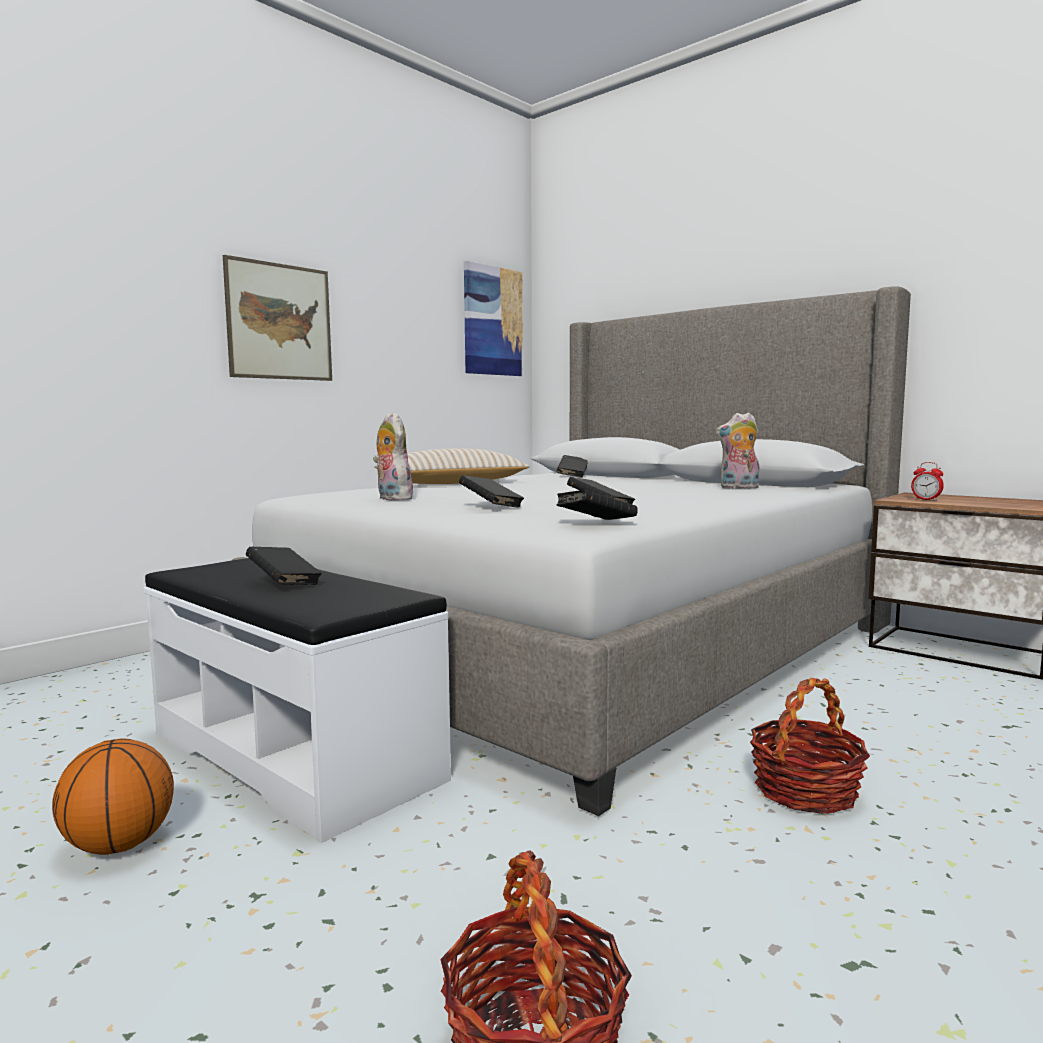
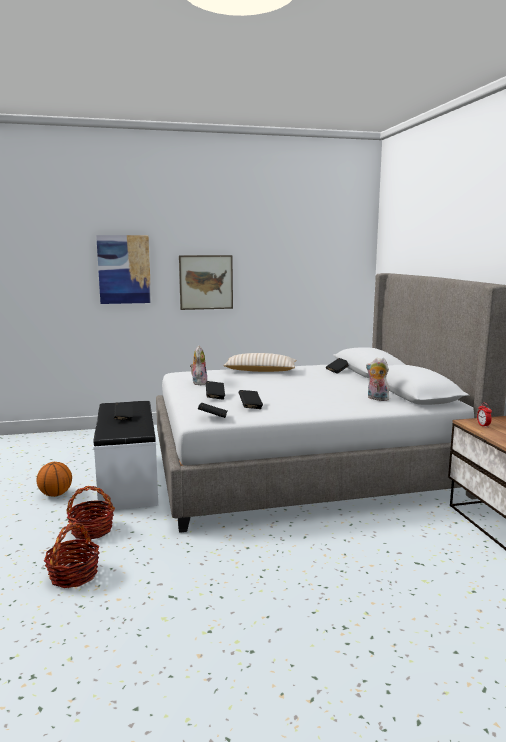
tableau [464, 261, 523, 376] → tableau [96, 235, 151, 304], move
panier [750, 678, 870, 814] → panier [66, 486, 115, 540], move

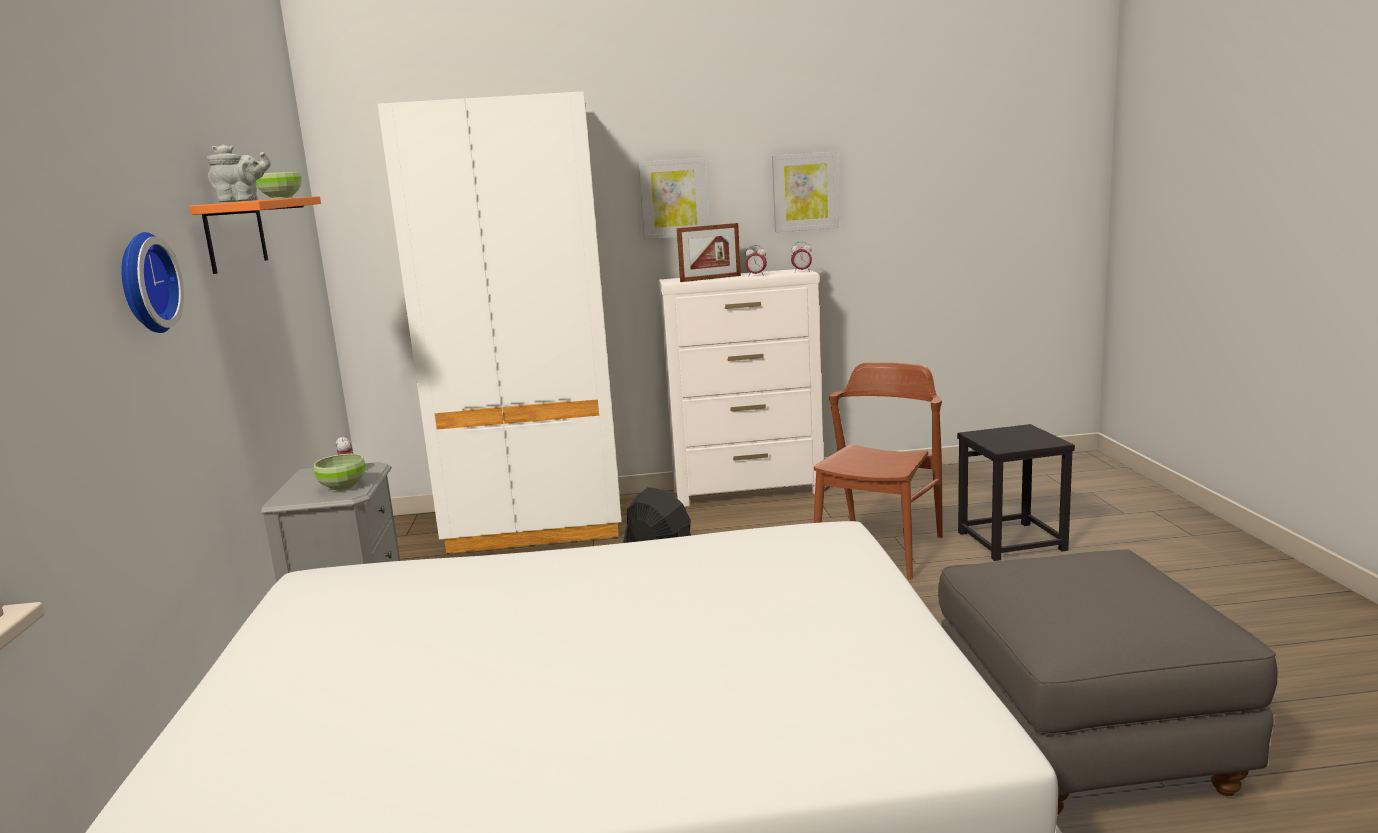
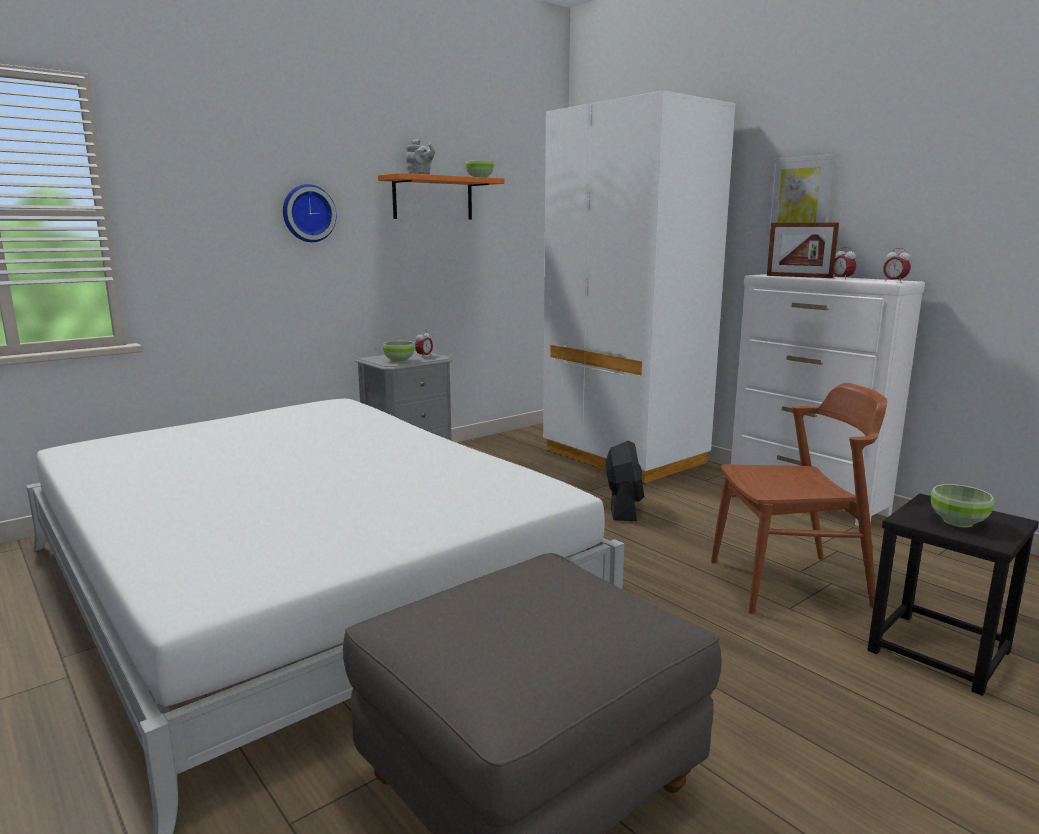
tableau [772, 152, 839, 232] → -
- → bol (vert) [930, 484, 994, 527]

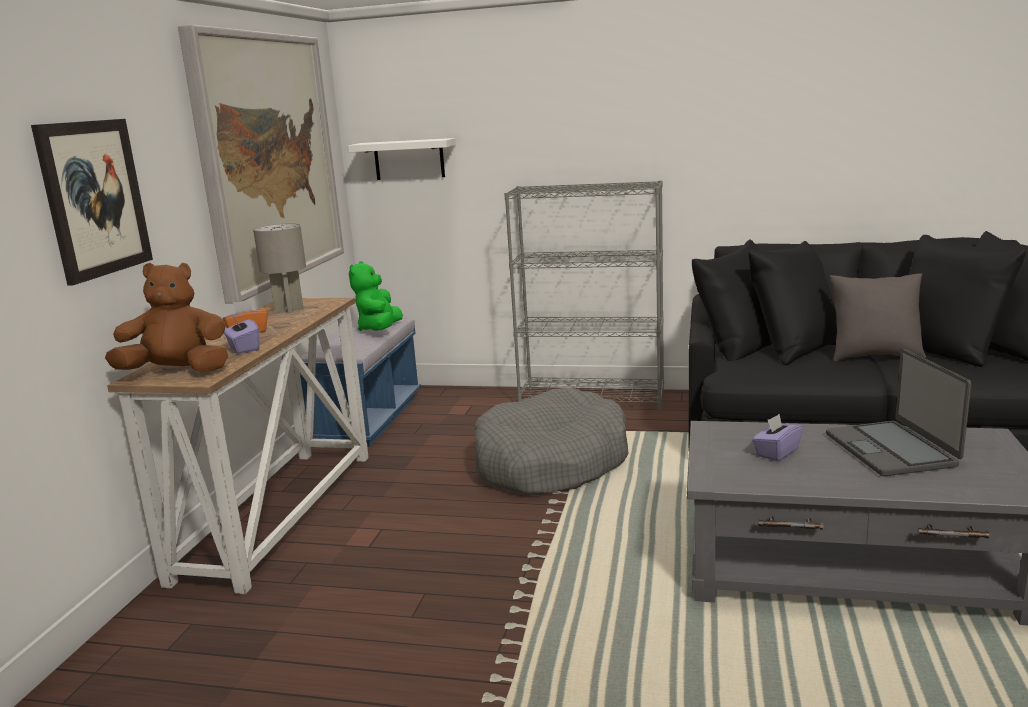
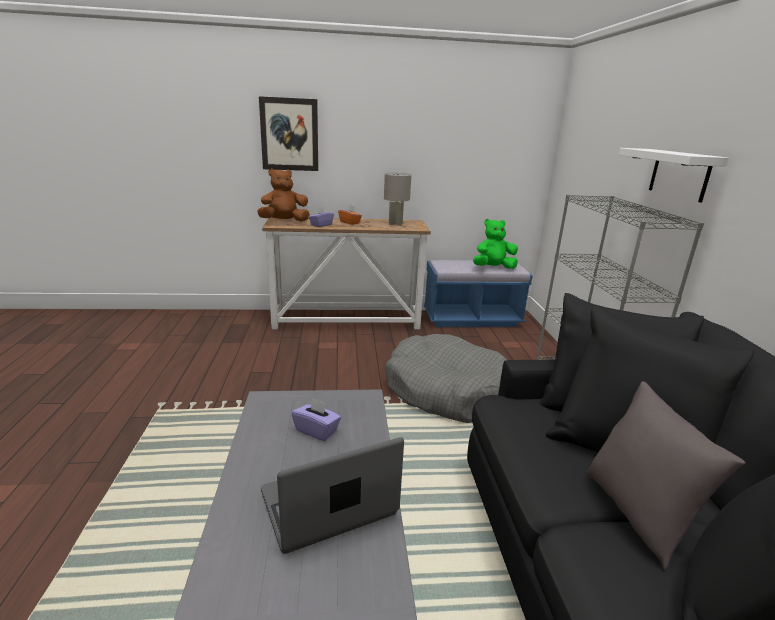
peluche (marron) [105, 263, 228, 372] → peluche (marron) [257, 168, 310, 221], 90 degrees counterclockwise
tableau [178, 25, 344, 303] → -
étagère (blanc) [348, 138, 456, 180] → étagère (blanc) [619, 148, 728, 203], move

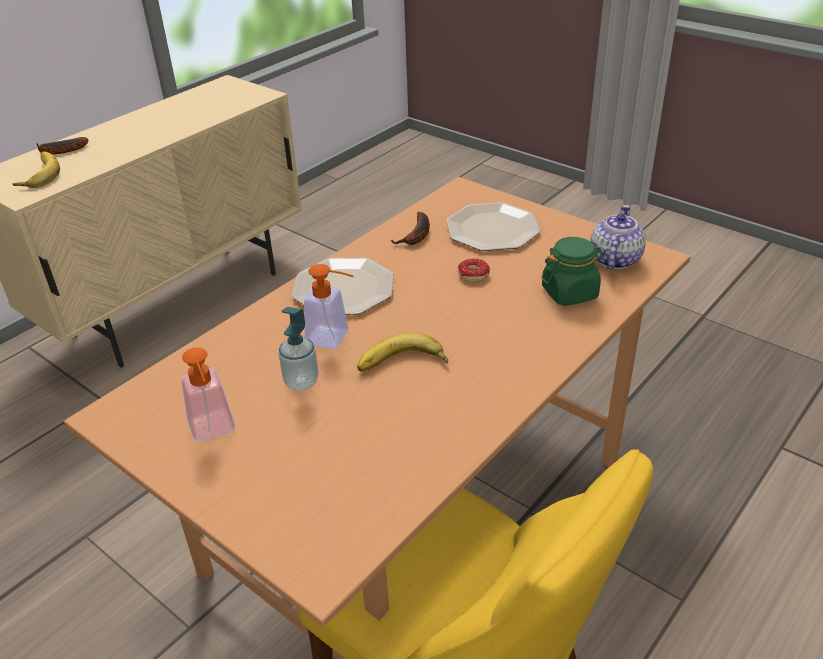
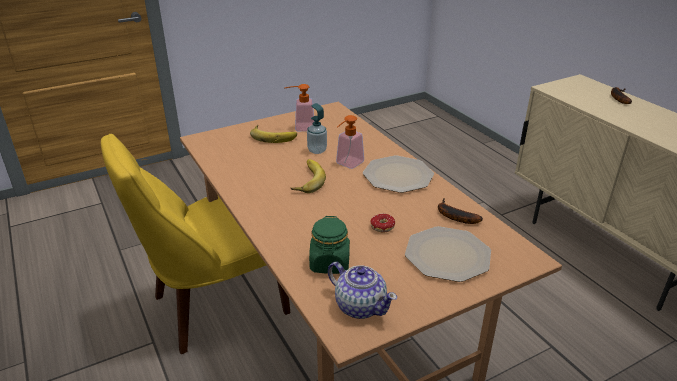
banane [12, 152, 60, 188] → banane [250, 125, 297, 143], move

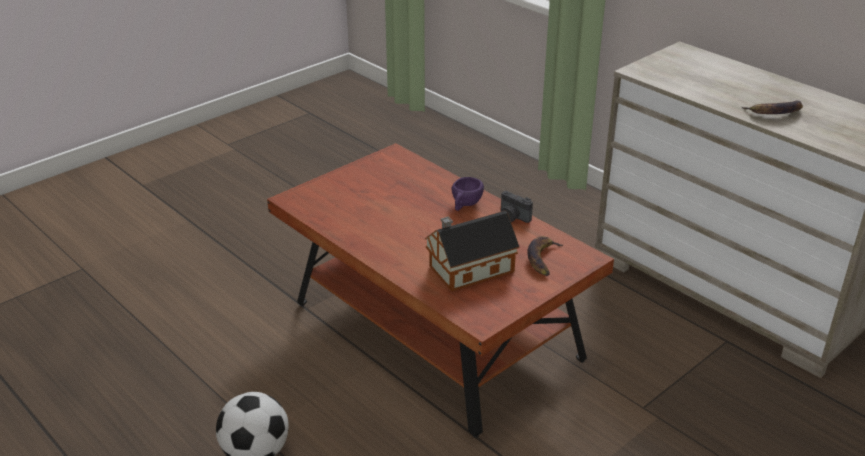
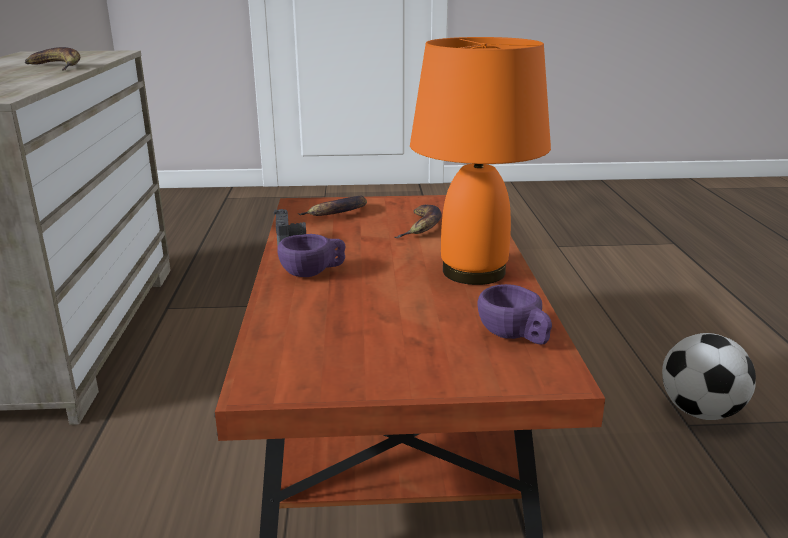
maison miniature [425, 211, 520, 292] → banane [395, 205, 442, 238]
- → lampe de table (orange) [410, 37, 551, 285]
- → tasse (violet) [477, 284, 552, 344]

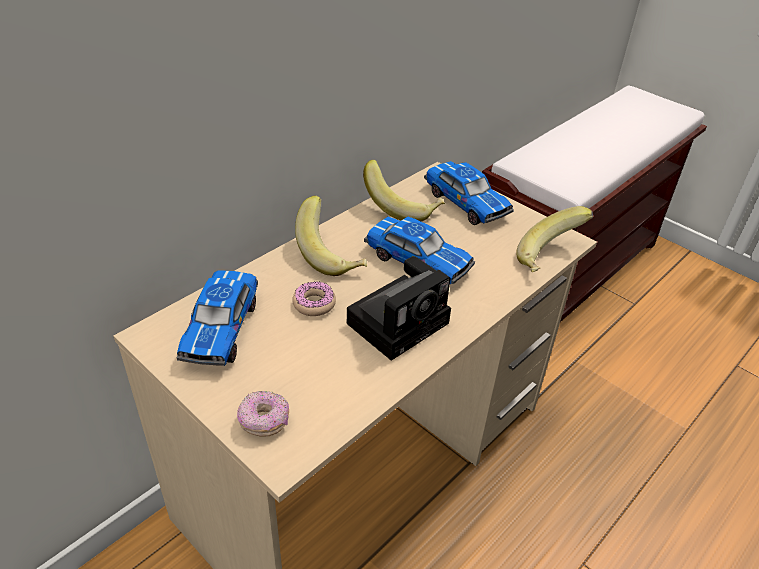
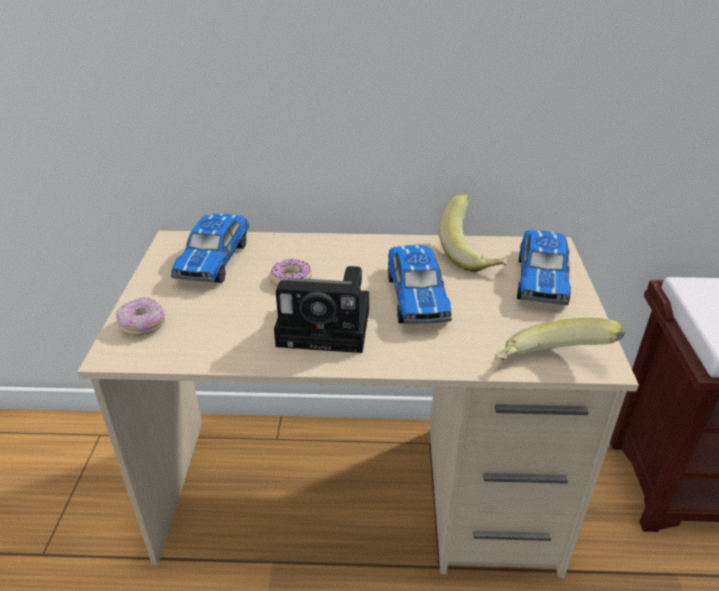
petite voiture [177, 270, 258, 366] → petite voiture [171, 214, 249, 283], 45 degrees counterclockwise
banane [295, 196, 367, 276] → -

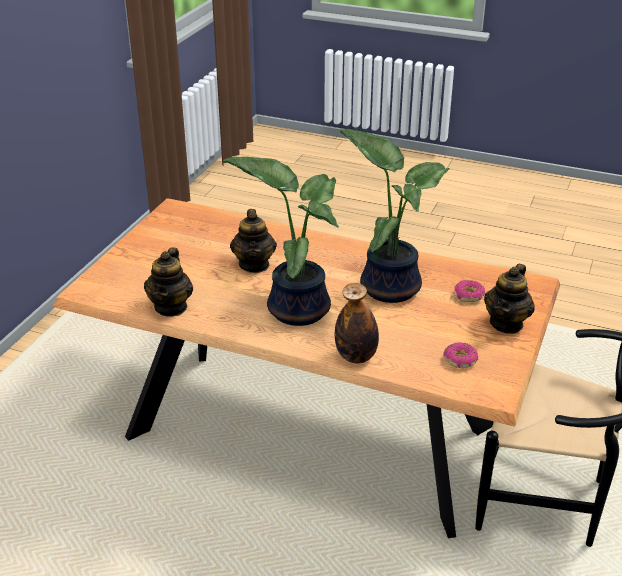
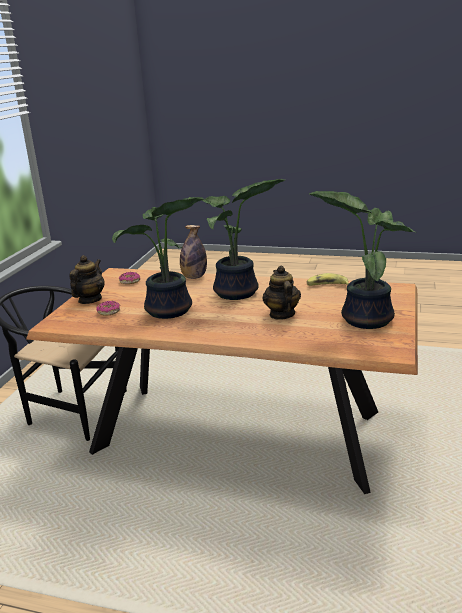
théière [144, 247, 193, 317] → banane [307, 273, 349, 286]
- → plante en pot [309, 191, 415, 329]

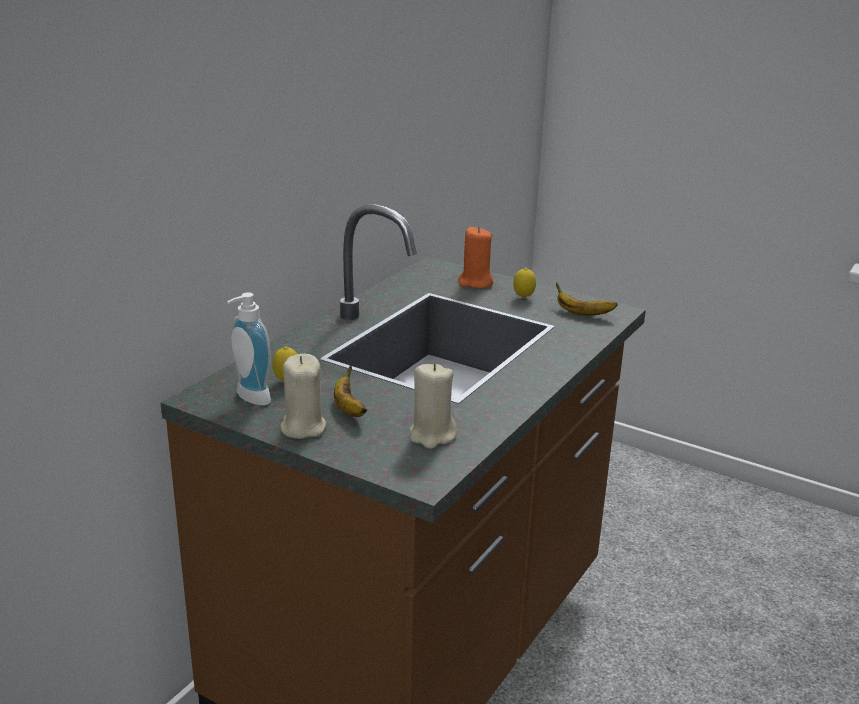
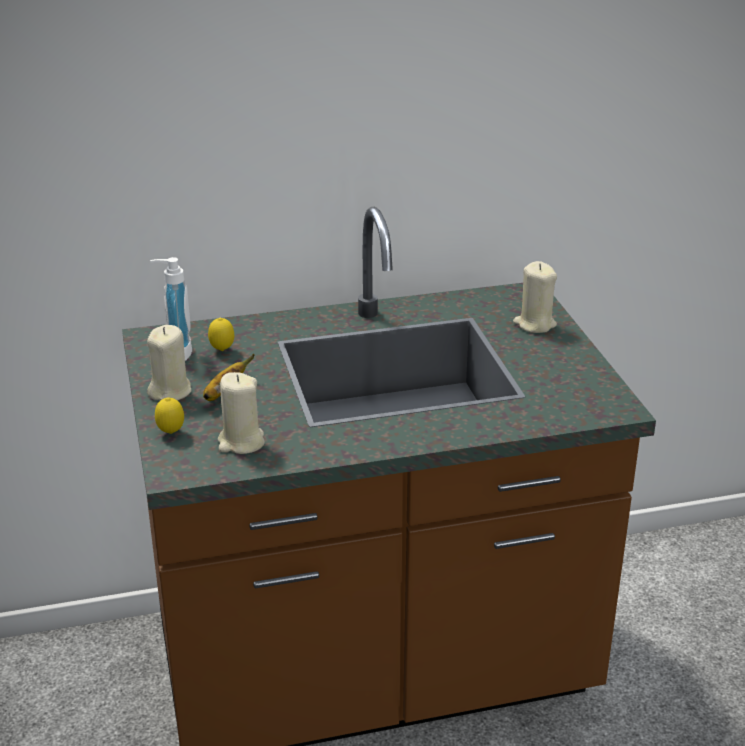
bougie (orange) [458, 227, 493, 288] → bougie (beige) [513, 261, 557, 333]
citron [513, 268, 536, 298] → citron [155, 397, 184, 434], move
banane [556, 283, 617, 315] → -

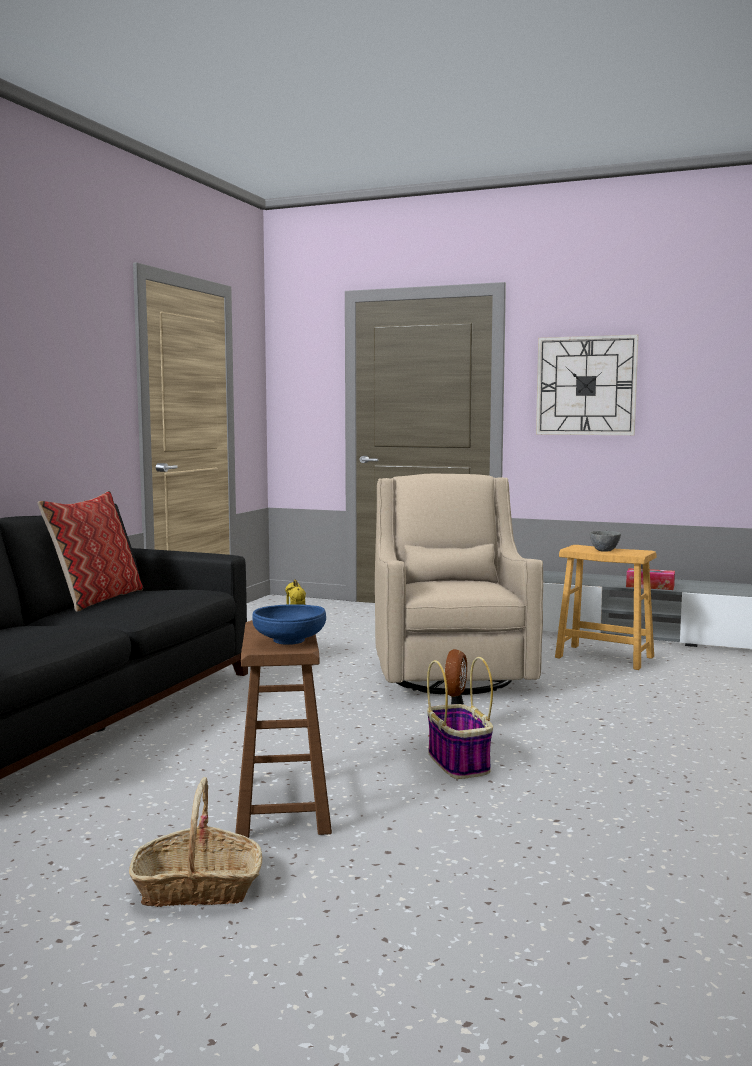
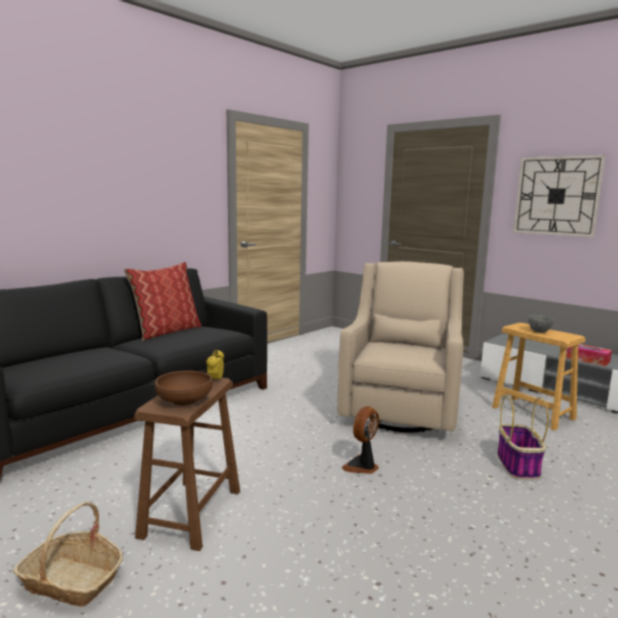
bol (bleu) [252, 604, 326, 645] → bol (marron) [155, 371, 213, 406]
panier [427, 657, 493, 779] → panier [497, 396, 549, 479], move

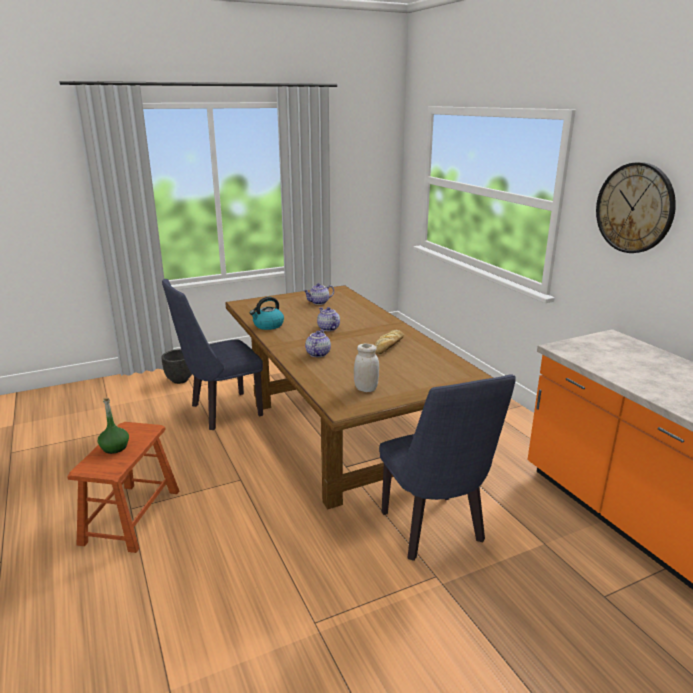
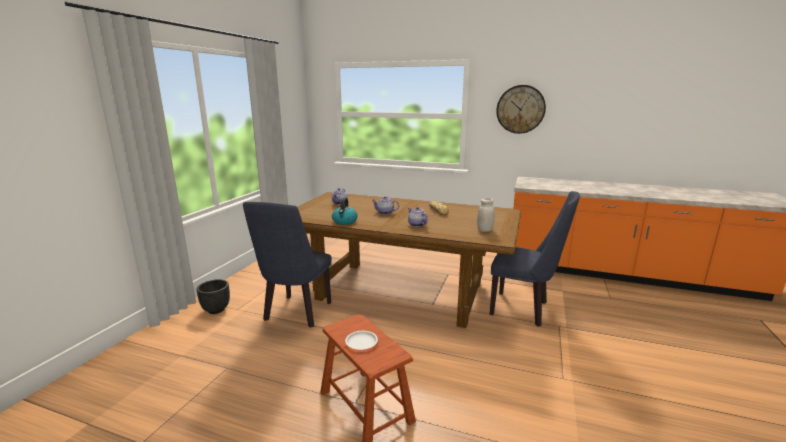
bouteille (vert) [98, 398, 129, 454] → assiette (blanc) [345, 331, 378, 350]

